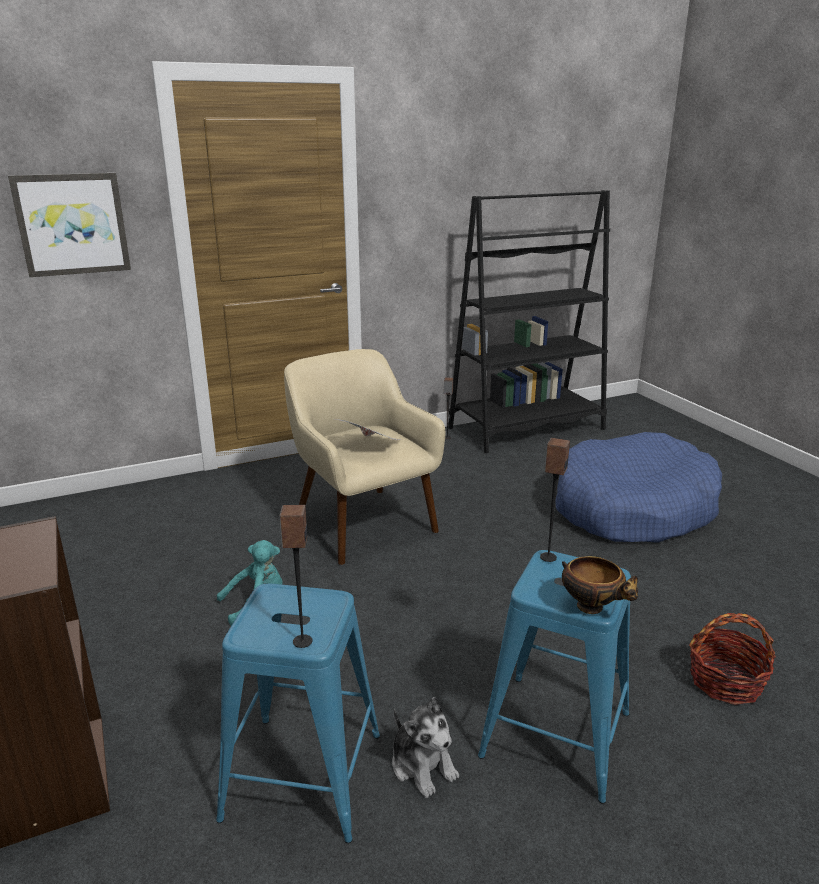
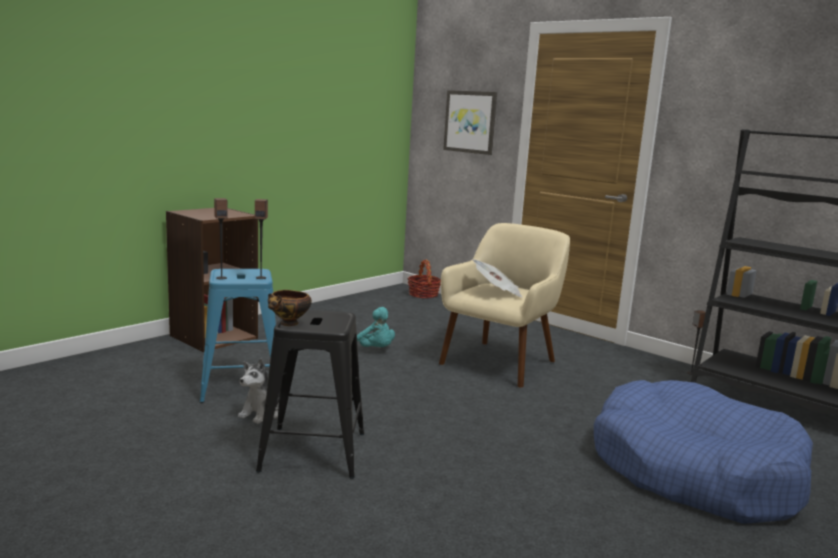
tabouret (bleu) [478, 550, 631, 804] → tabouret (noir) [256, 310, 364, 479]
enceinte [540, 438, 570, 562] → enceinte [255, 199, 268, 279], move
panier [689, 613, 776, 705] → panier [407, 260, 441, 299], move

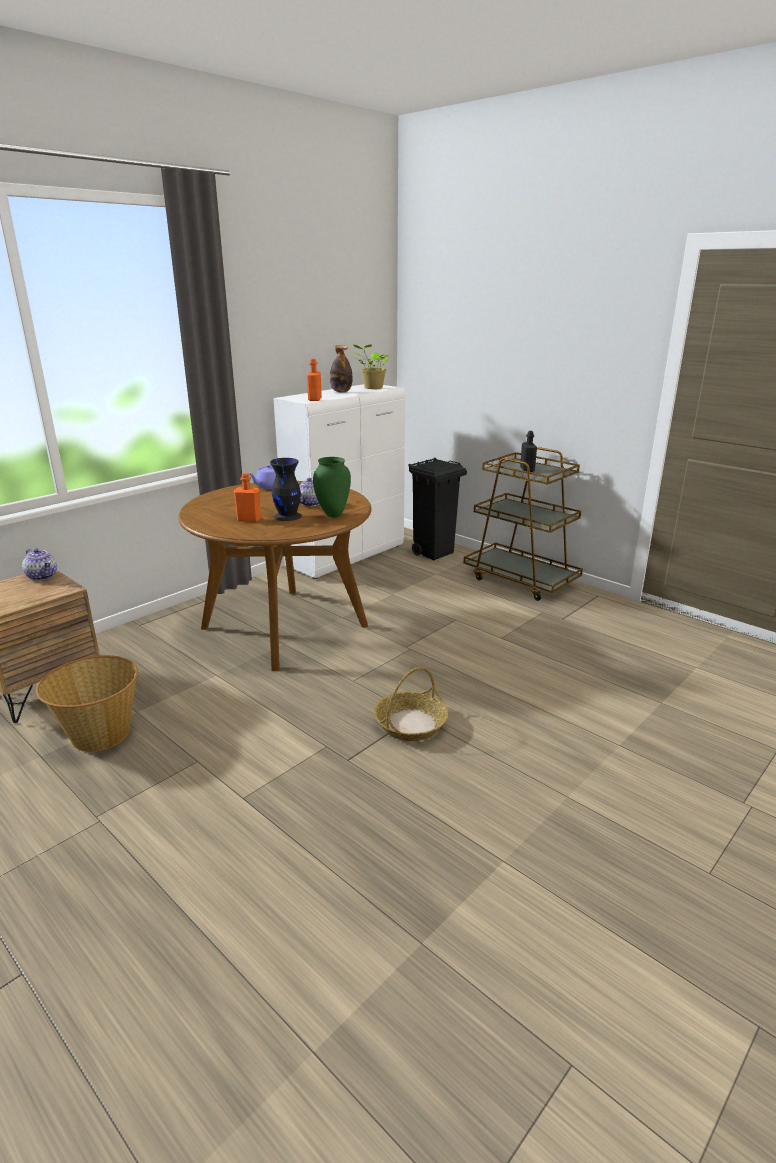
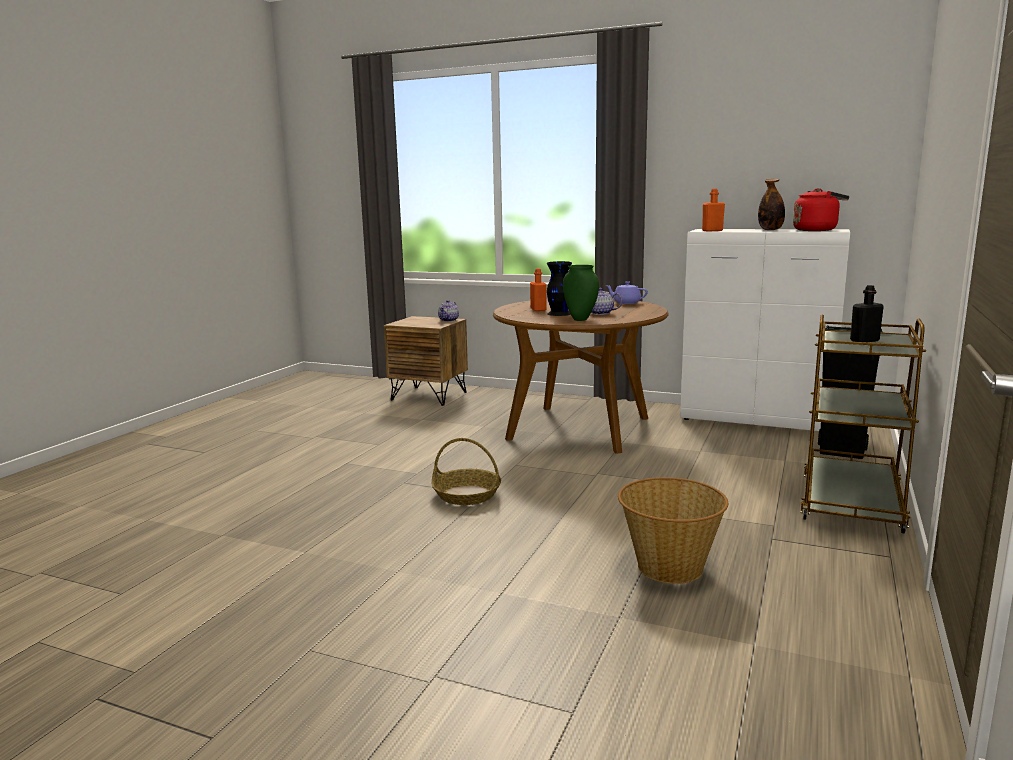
panier [36, 655, 138, 752] → panier [618, 477, 728, 584], move
plante en pot [353, 344, 389, 389] → bouilloire (rouge) [793, 188, 849, 231]

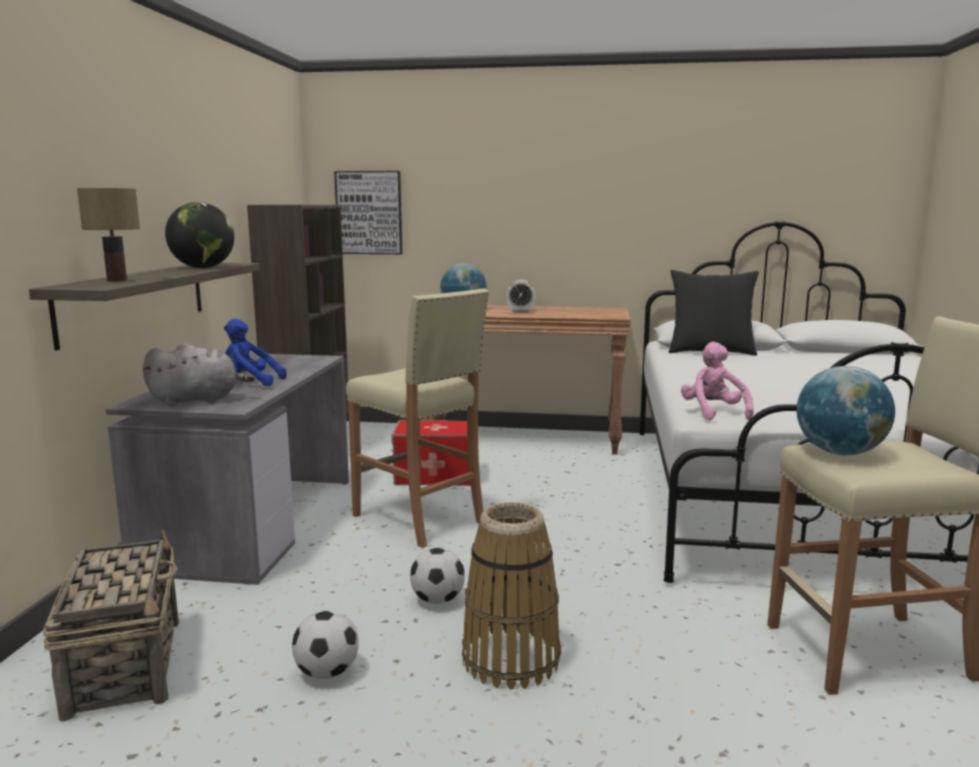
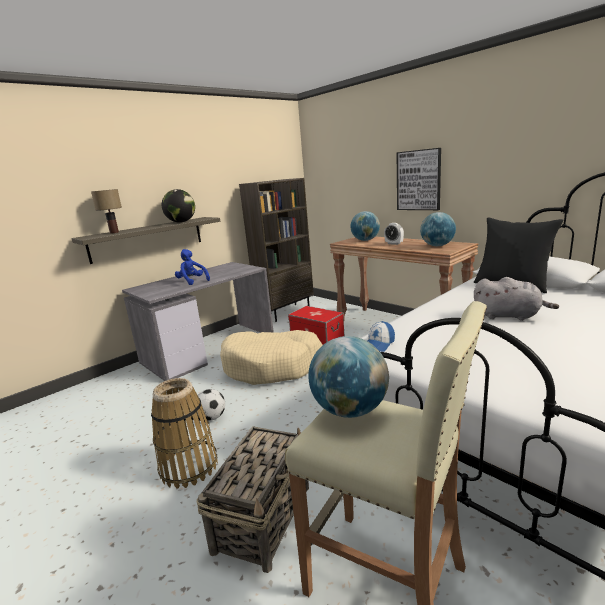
panier [42, 530, 179, 722] → panier [197, 426, 309, 573], move
peluche (gris) [143, 343, 255, 406] → peluche (gris) [474, 277, 559, 321], move
ballon de foot [292, 610, 359, 679] → -
tableau [334, 171, 402, 254] → tableau [397, 148, 441, 210], move
tabouret (beige) [346, 288, 489, 548] → panier pour chien (beige) [220, 330, 322, 385]
peluche (rose) [681, 342, 754, 421] → casquette [367, 321, 395, 352]
- → globe [420, 212, 456, 246]

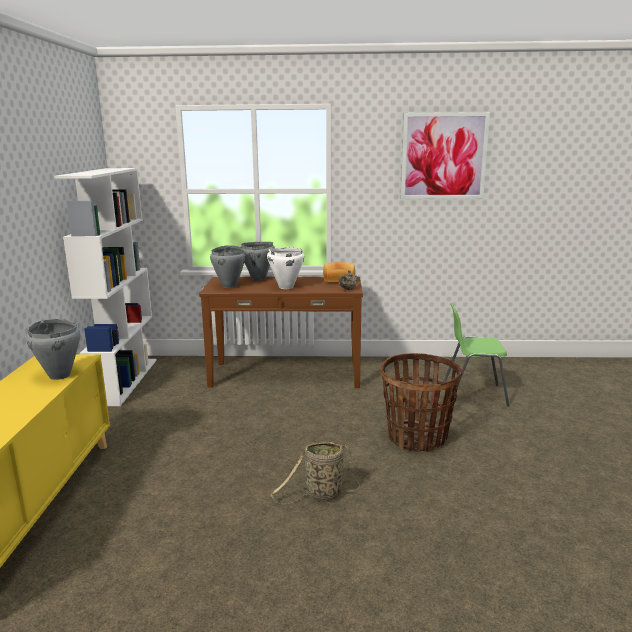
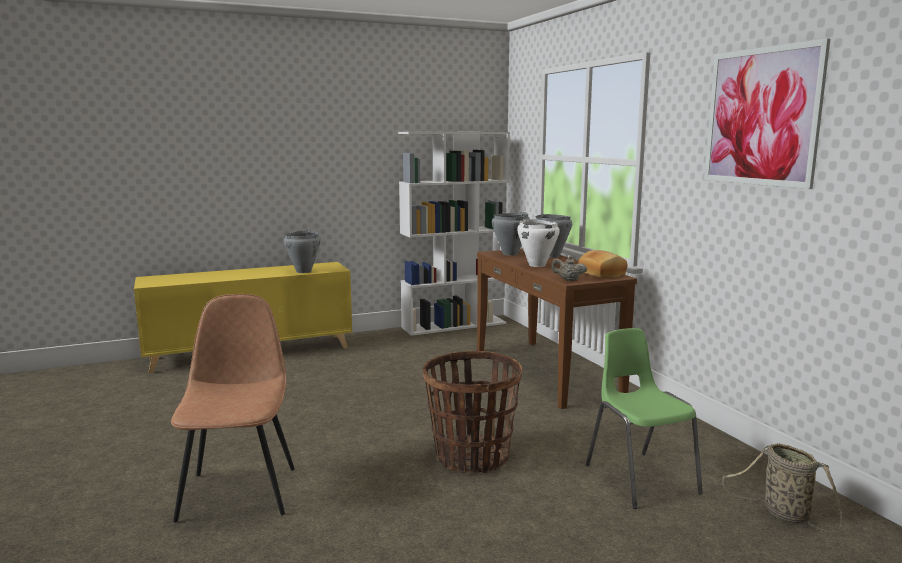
panier [271, 442, 360, 504] → panier [722, 443, 842, 532], move
- → chaise (marron) [171, 294, 295, 523]

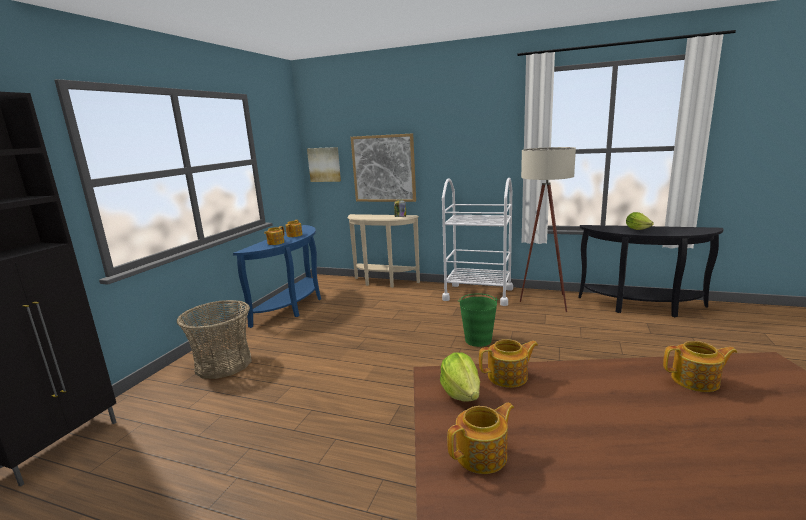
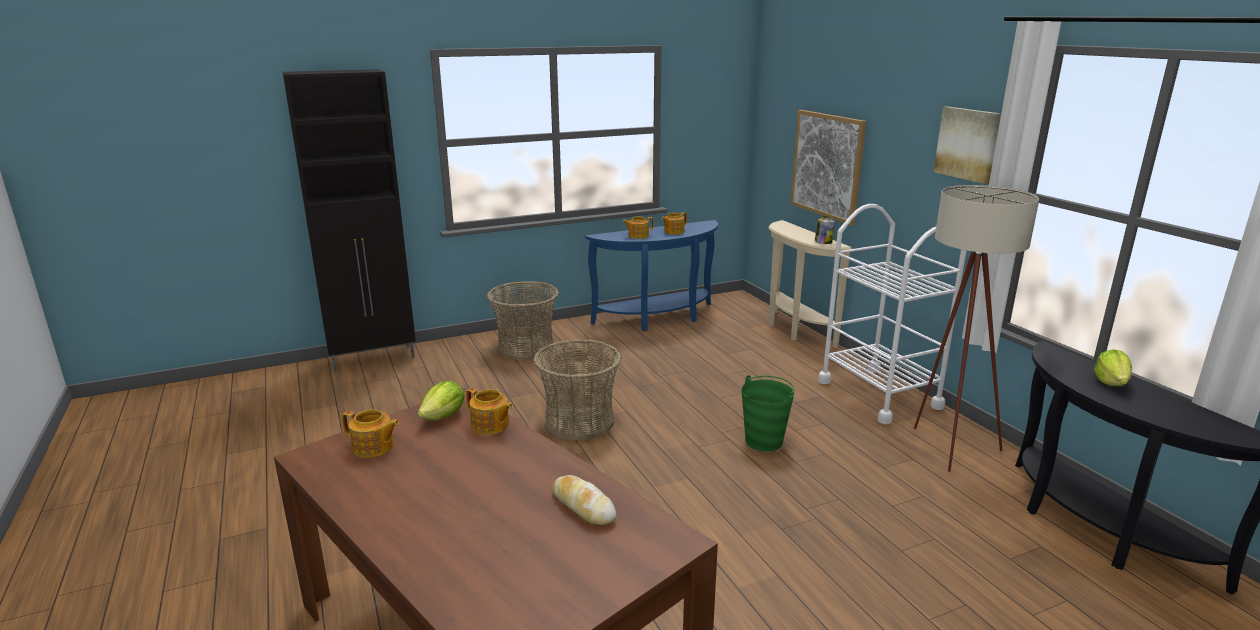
tableau [307, 147, 341, 182] → tableau [934, 106, 1001, 184], move
théière [663, 341, 737, 392] → pain [552, 475, 616, 526]
- → panier [533, 340, 622, 441]

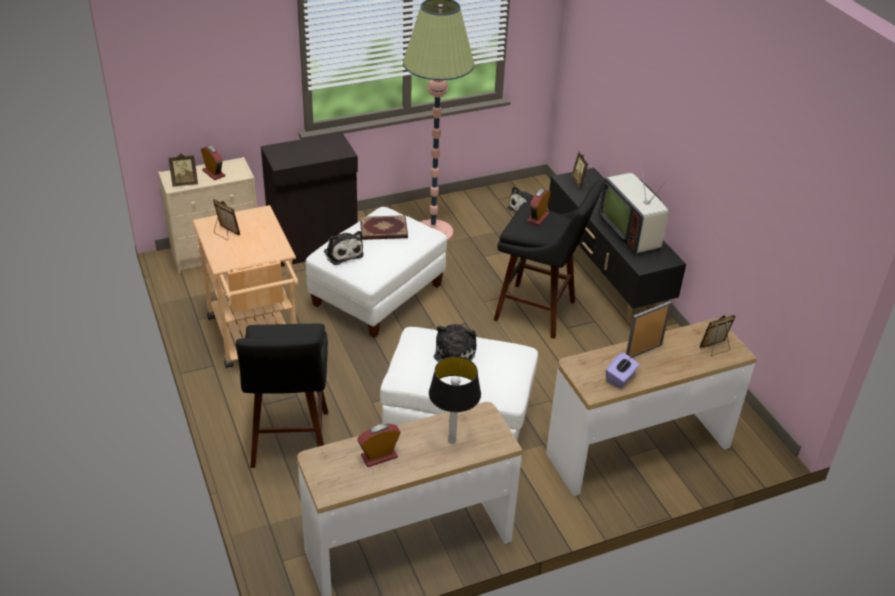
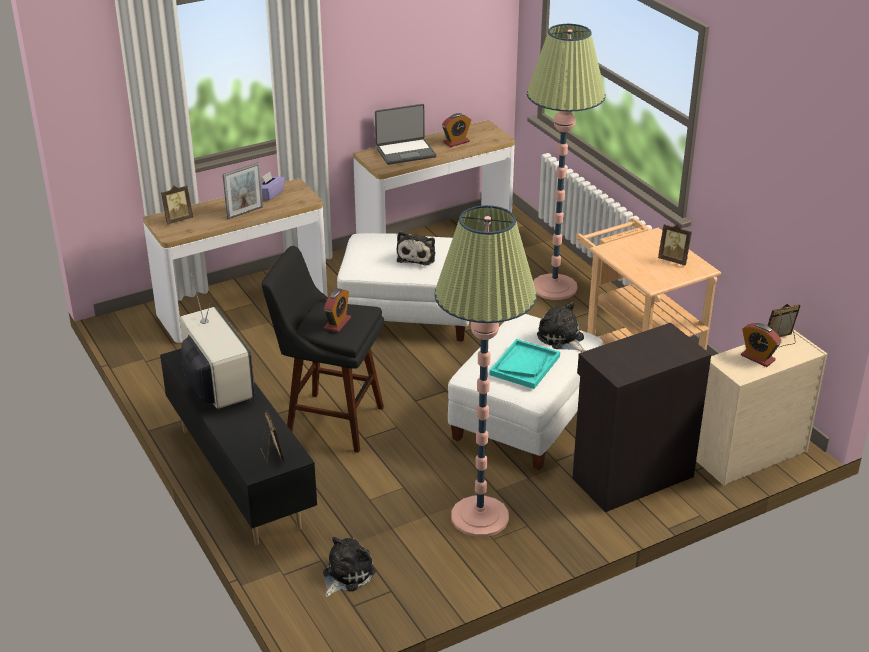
tabouret (noir) [236, 323, 328, 468] → lampadaire [527, 24, 605, 300]
livre [360, 215, 408, 240] → plateau (turquoise) [489, 339, 560, 389]
lampe de table [429, 356, 481, 444] → ordinateur portable [375, 104, 436, 165]

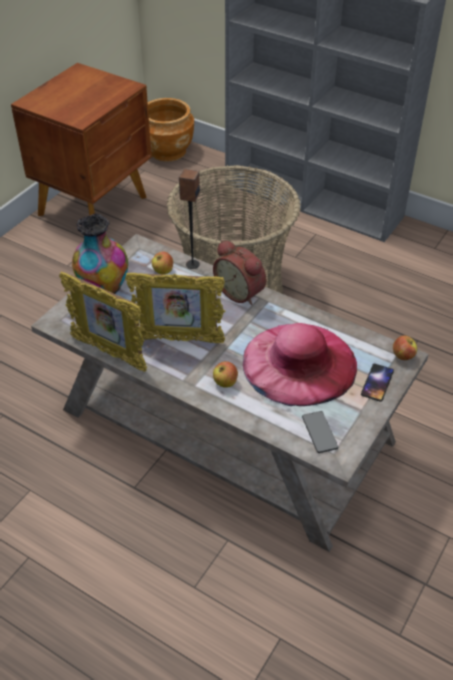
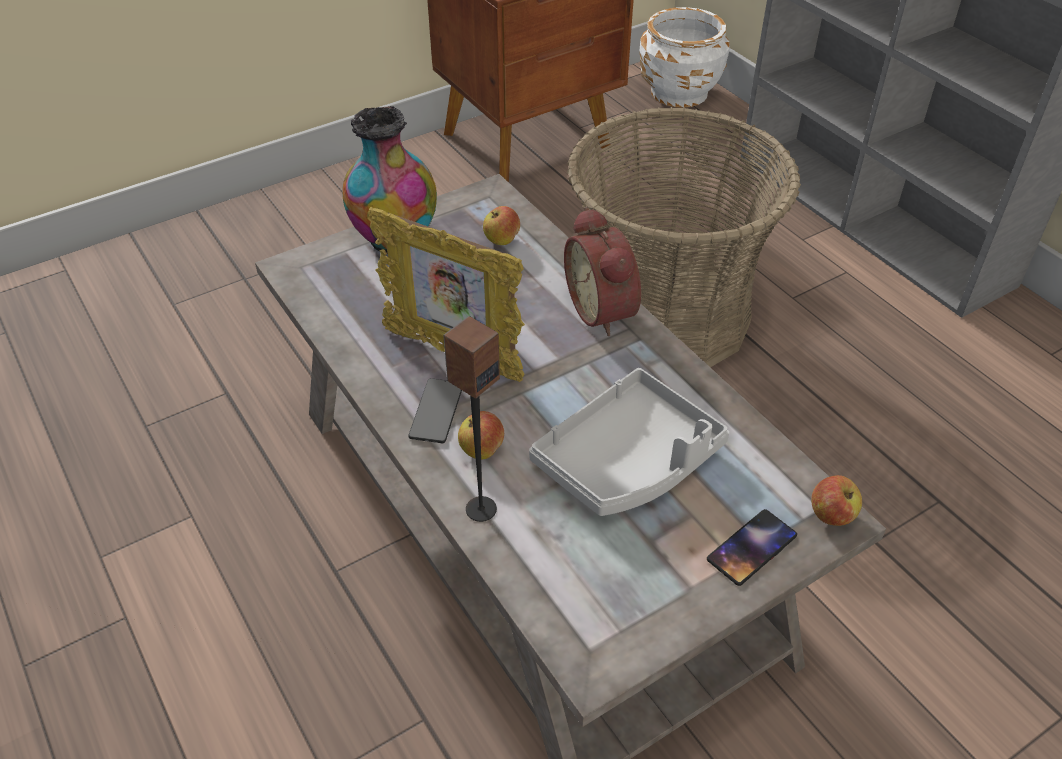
cadre photo [59, 272, 147, 372] → -
cache-pot (marron) [148, 98, 194, 161] → cache-pot (blanc) [640, 7, 730, 108]
enceinte [179, 169, 200, 269] → enceinte [443, 316, 500, 522], move
chapeau (rose) [243, 323, 357, 406] → plateau (gris) [529, 368, 729, 516]
téléphone [302, 411, 338, 453] → téléphone [408, 378, 462, 443], move

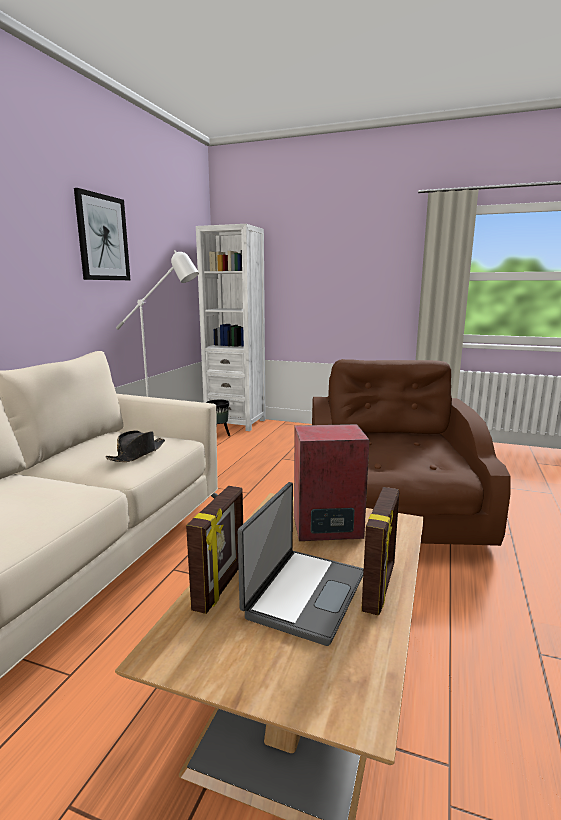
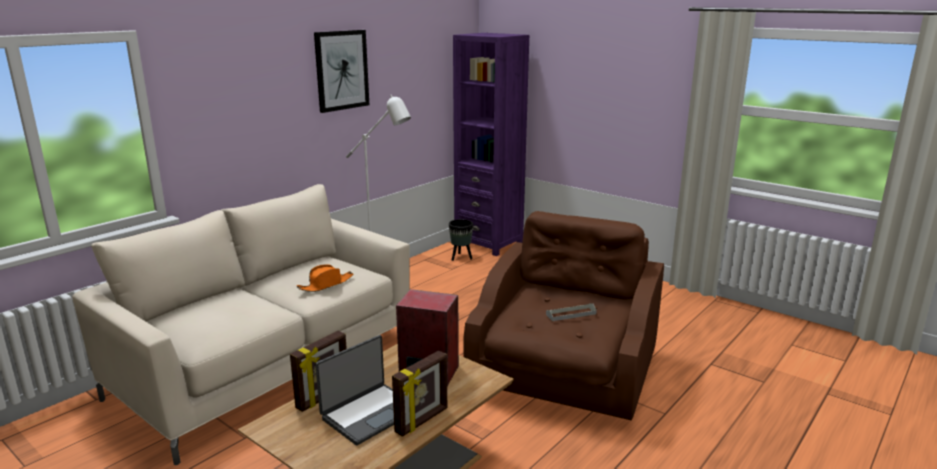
chapeau (noir) [105, 430, 165, 462] → chapeau (orange) [297, 264, 353, 292]
bibliothèque (blanc) [196, 224, 266, 431] → bibliothèque (violet) [453, 33, 529, 256]
- → plateau (gris) [546, 303, 597, 321]

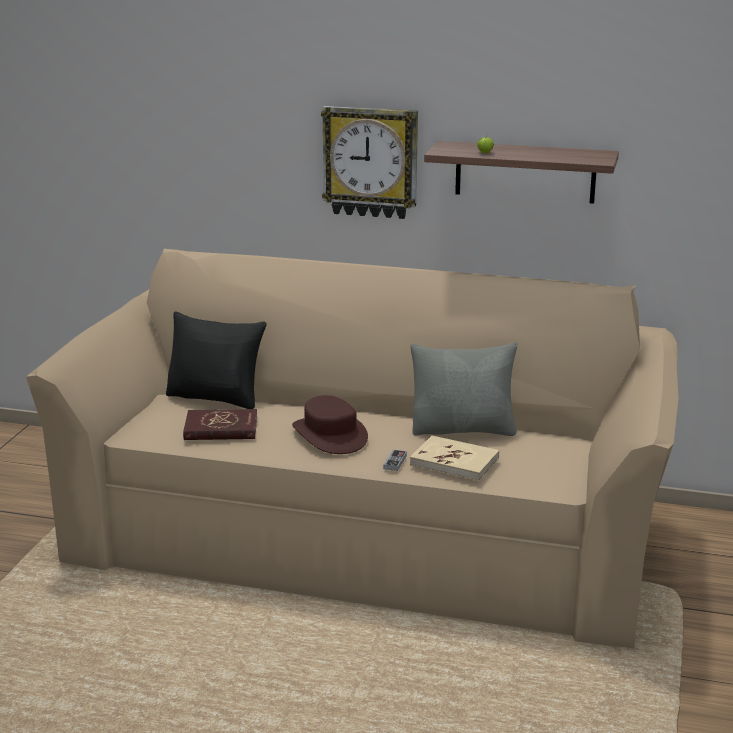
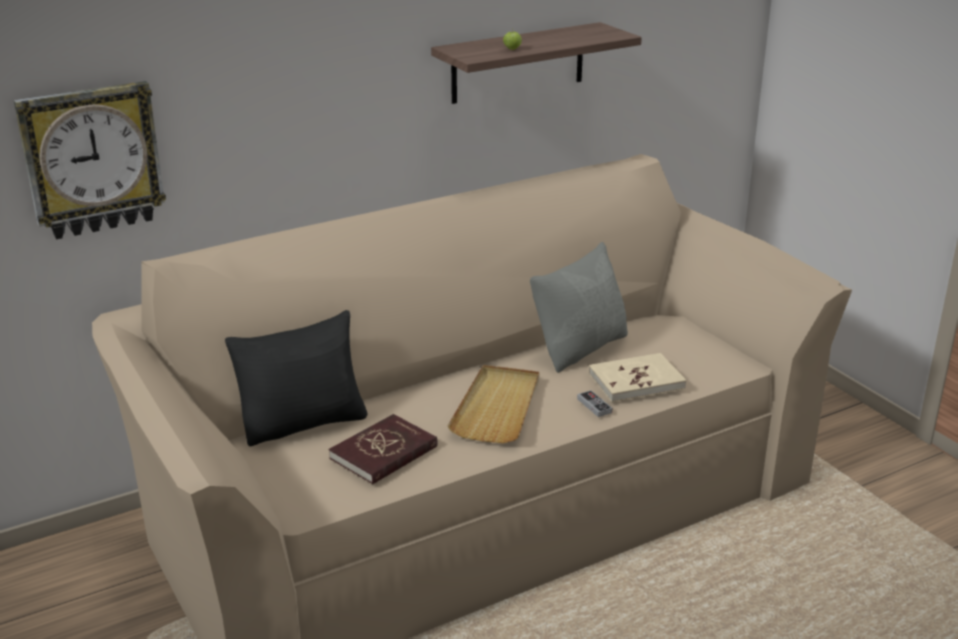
chapeau (marron) [292, 395, 368, 454] → plateau (beige) [448, 365, 539, 443]
horloge murale [321, 106, 418, 219] → horloge murale [14, 81, 166, 239], move

